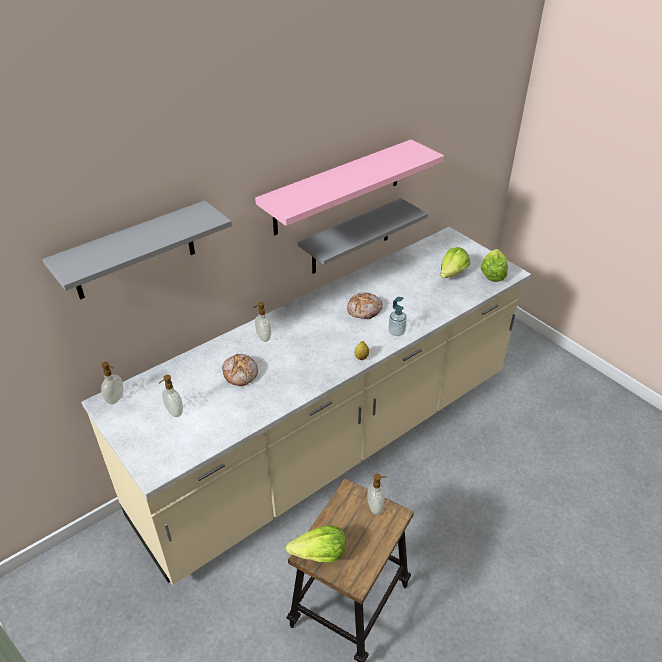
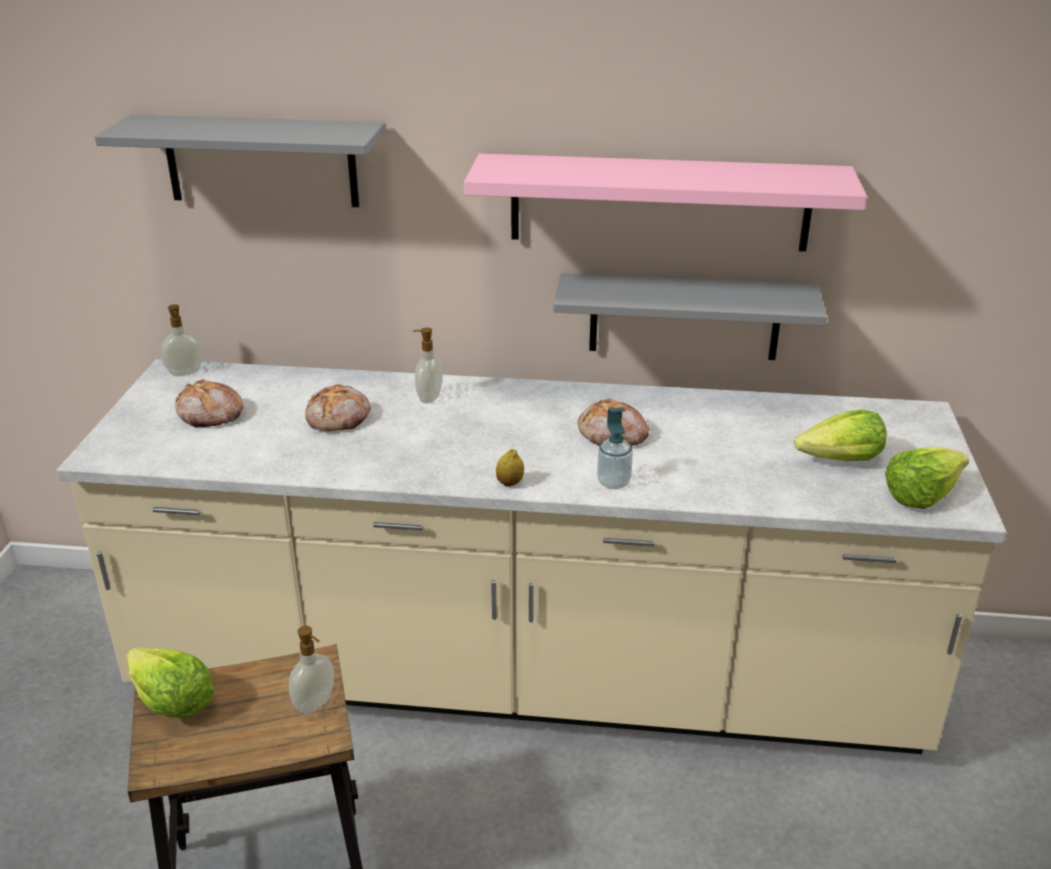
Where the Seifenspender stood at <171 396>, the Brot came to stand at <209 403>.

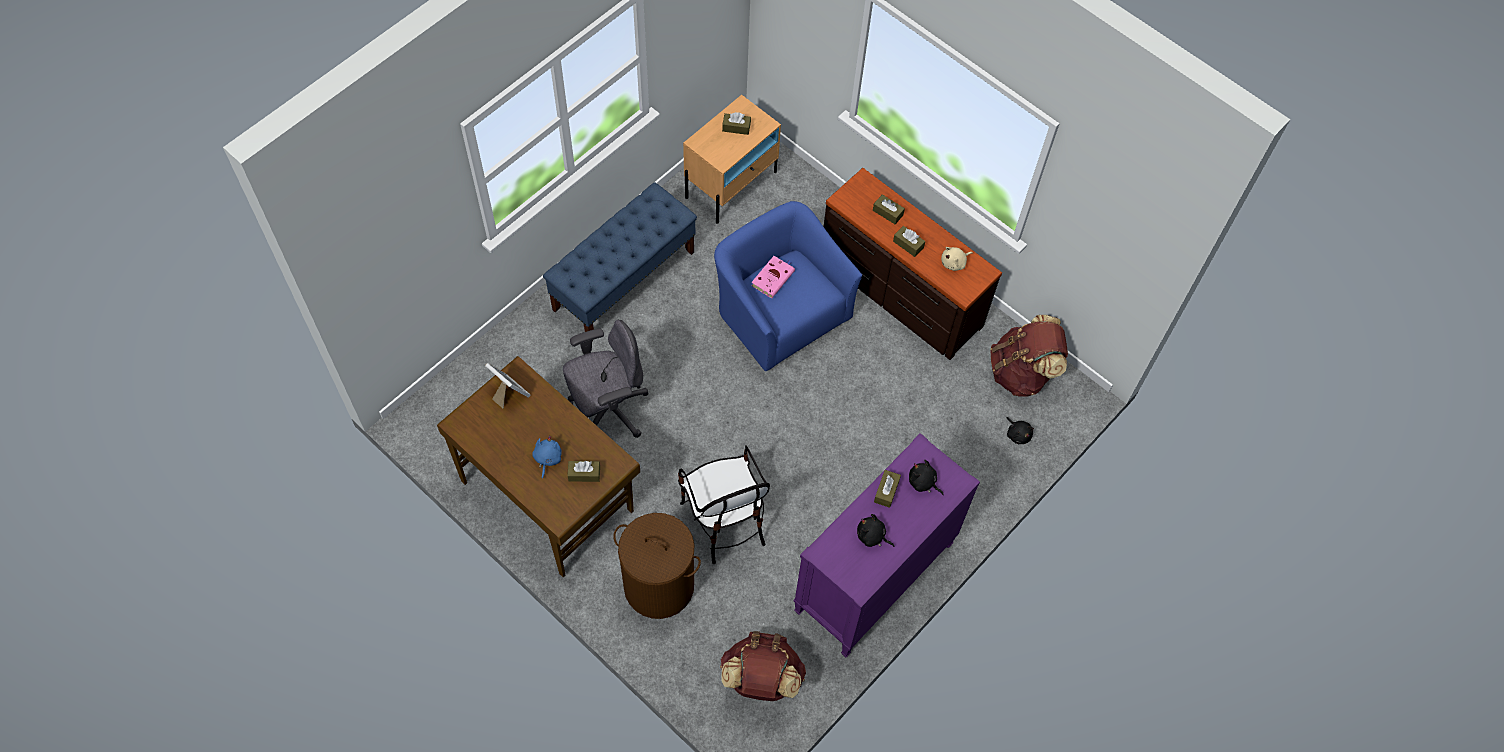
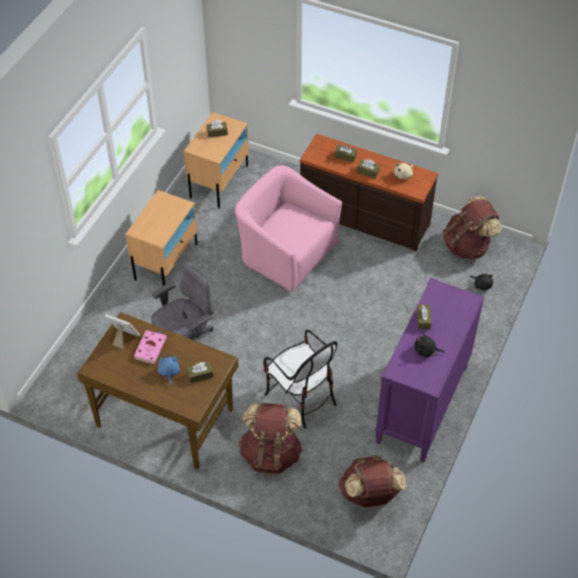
Where the Bank [blau] stood at <620 257>, the Nachttisch [beige] came to stand at <161 238>.
What was the Sessel [blau] at <788 286> turned into the Sessel [rosa] at <288 228>.
The Buch [rosa] ended up elsewhere, having gone from <773 277> to <150 347>.
The second view lost the Plüschtier [schwarz] at <926 477>.
Where the Wäschekorb [braun] stood at <657 566>, the Rucksack [braun] came to stand at <270 438>.

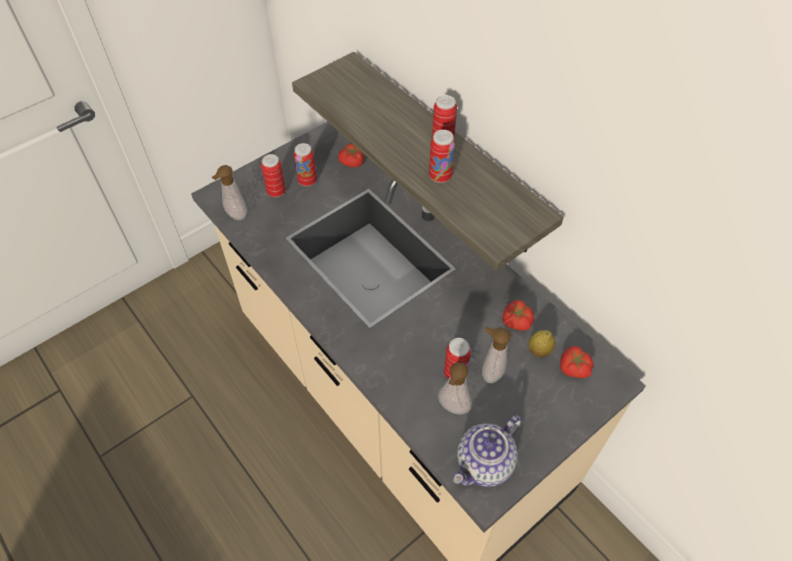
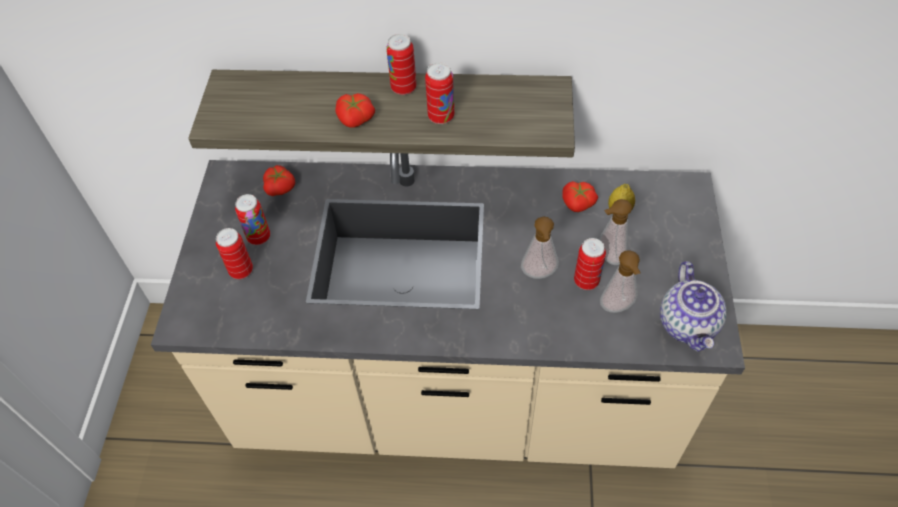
The Seifenspender ended up elsewhere, having gone from <229 192> to <540 248>.
The Tomate ended up elsewhere, having gone from <577 362> to <355 110>.

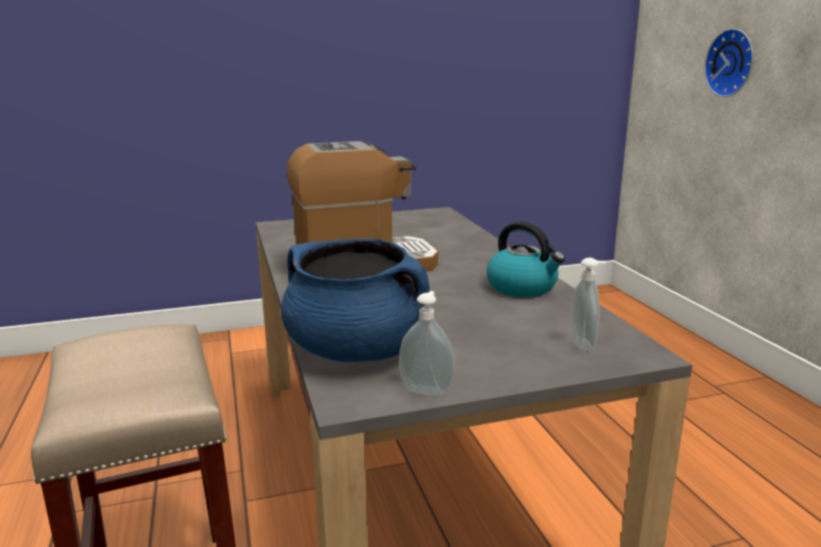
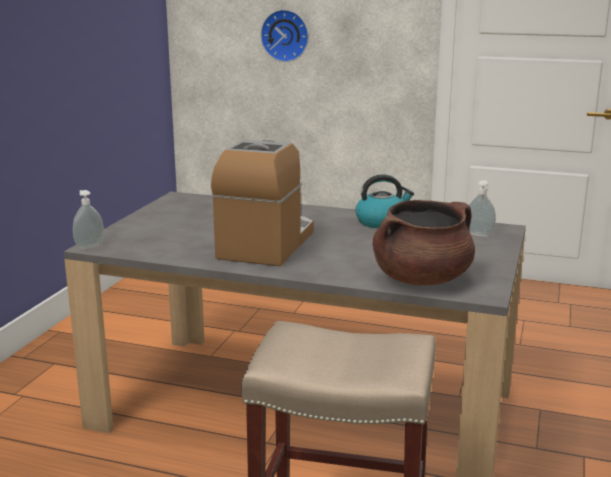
What was the Kochtopf [blau] at <355 300> turned into the Kochtopf [braun] at <424 243>.
The Seifenspender ended up elsewhere, having gone from <426 343> to <88 219>.

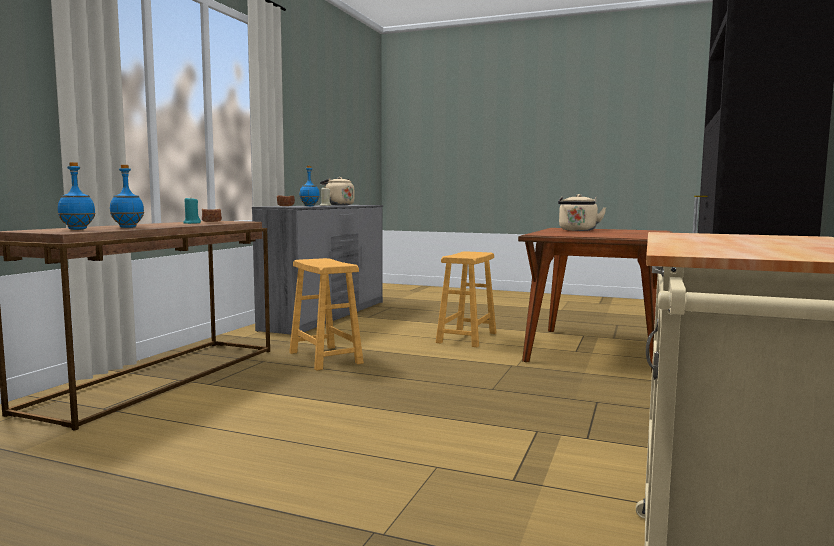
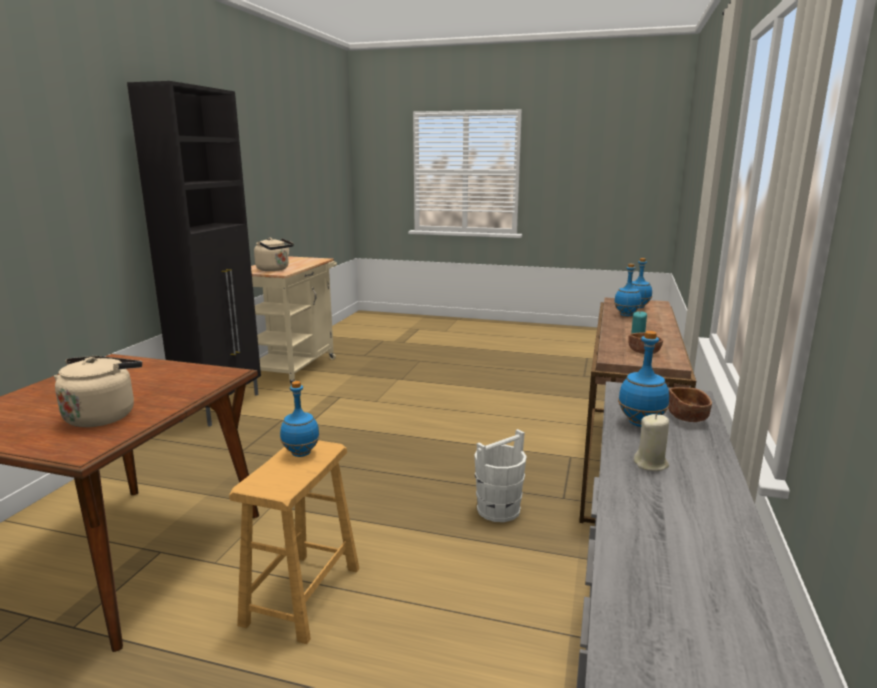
The Wasserkessel [beige] ended up elsewhere, having gone from <337 191> to <274 254>.
Where the Hocker [braun] stood at <326 314>, the Eimer [weiß] came to stand at <500 475>.
The second view gained the Flasche [blau] at <300 419>.

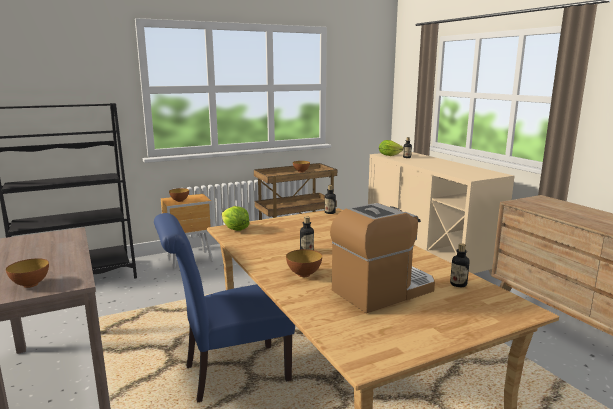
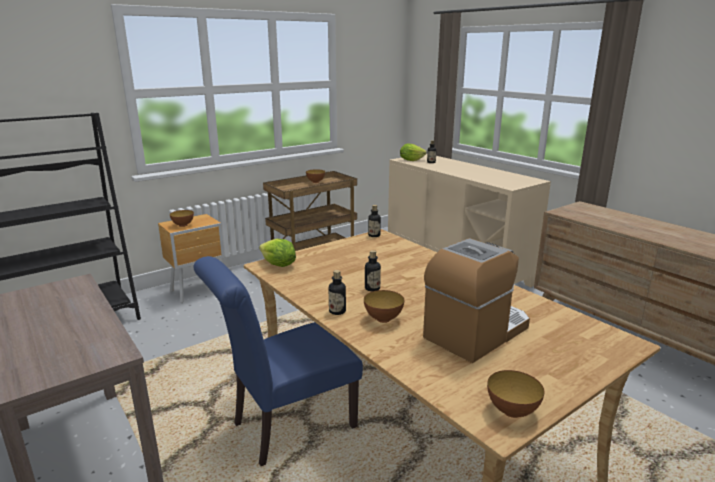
The Flasche ended up elsewhere, having gone from <460 265> to <337 292>.
The Schüssel ended up elsewhere, having gone from <27 273> to <516 394>.

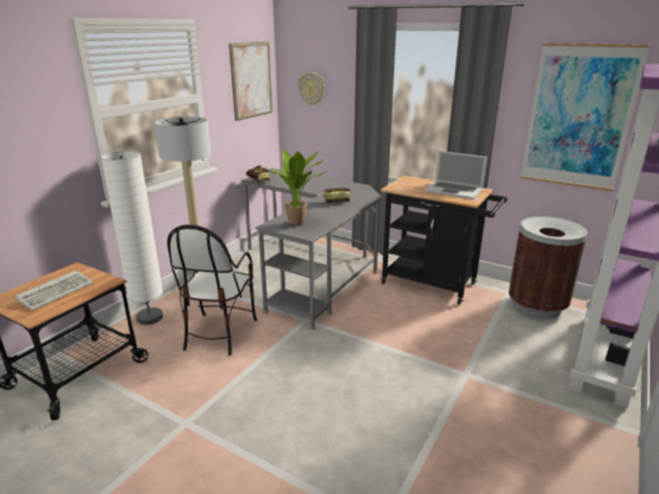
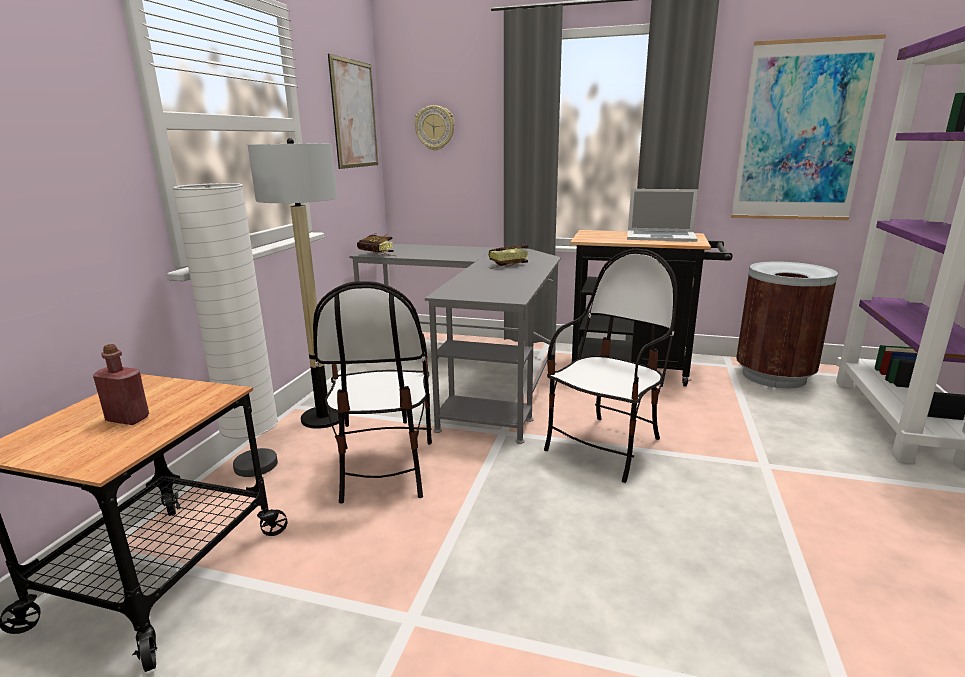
The second view lost the Topfpflanze at <296 187>.
Where the Tastatur stood at <54 290>, the Flasche [rot] came to stand at <121 384>.
The second view gained the Stuhl at <610 366>.

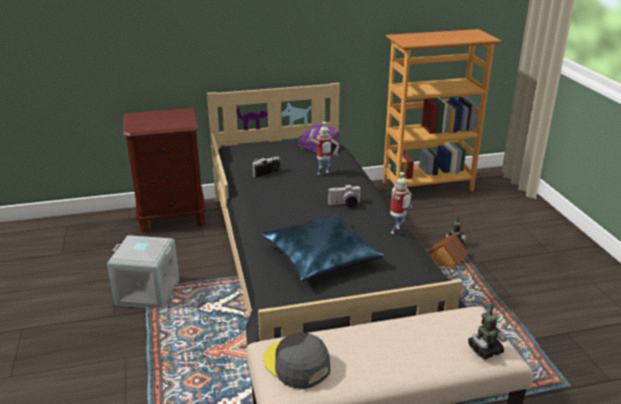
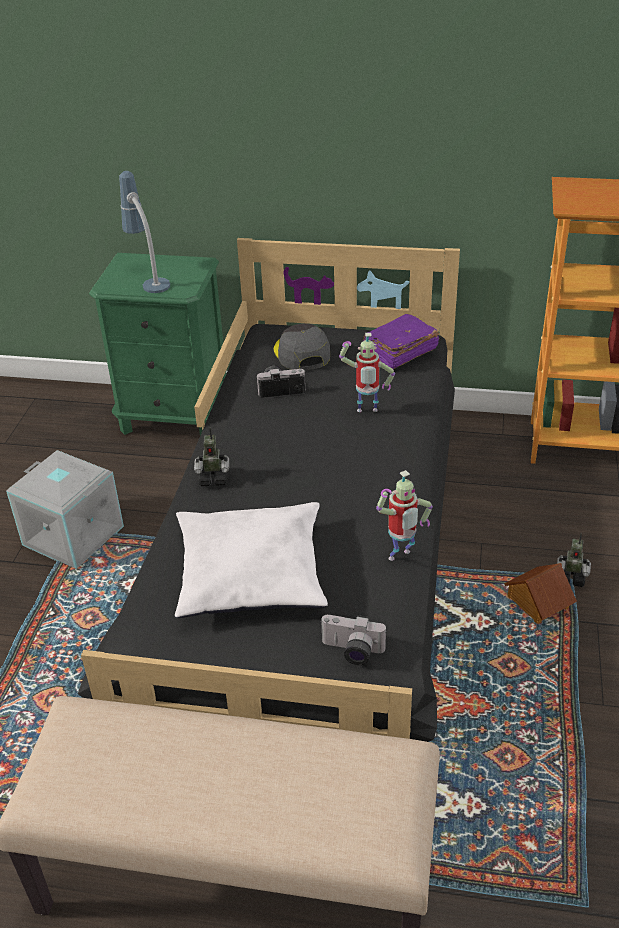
What was the Nachttisch [braun] at <164 170> turned into the Nachttisch [grün] at <157 344>.
The Kamera ended up elsewhere, having gone from <344 195> to <353 640>.
What was the Kissen [blau] at <322 246> turned into the Kissen [weiß] at <251 560>.
The Spielzeugroboter ended up elsewhere, having gone from <487 332> to <212 456>.
The Kappe [grau] ended up elsewhere, having gone from <296 360> to <302 347>.
The second view gained the Tischlampe at <144 232>.

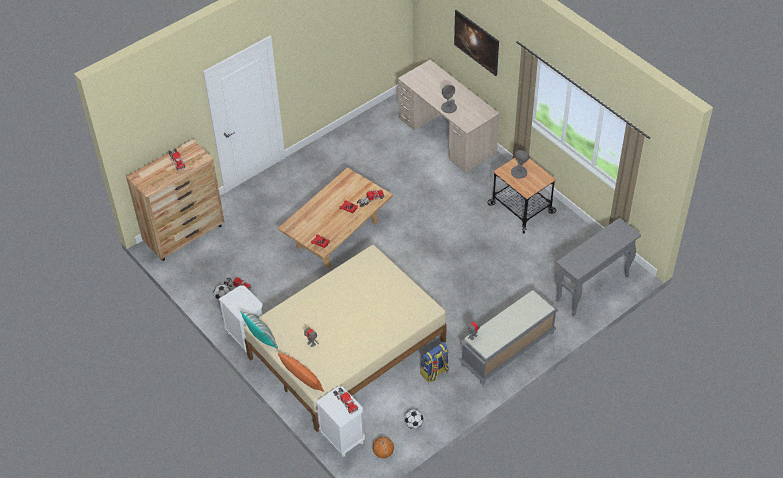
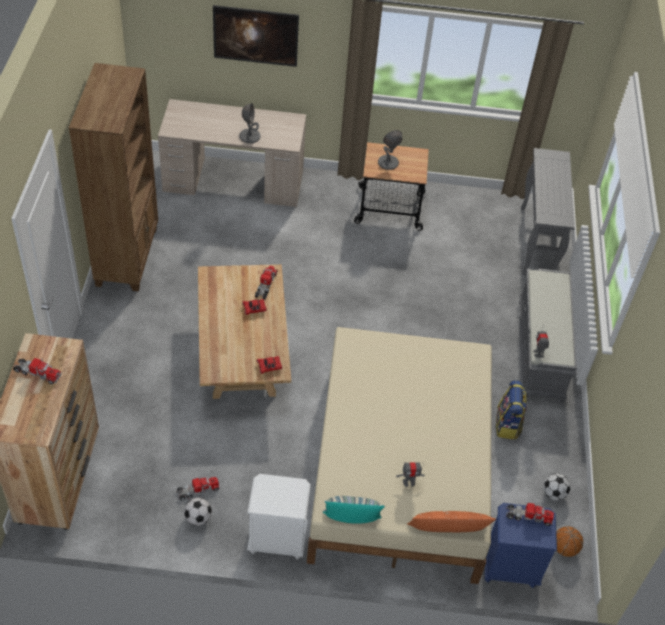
What was the Nachttisch [weiß] at <340 421> turned into the Nachttisch [blau] at <521 545>.
The second view gained the Bücherregal [braun] at <113 177>.

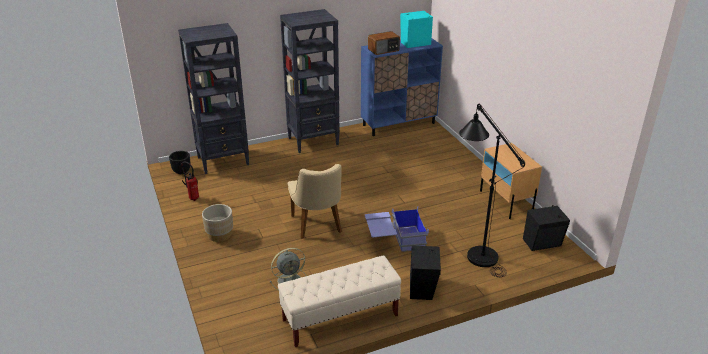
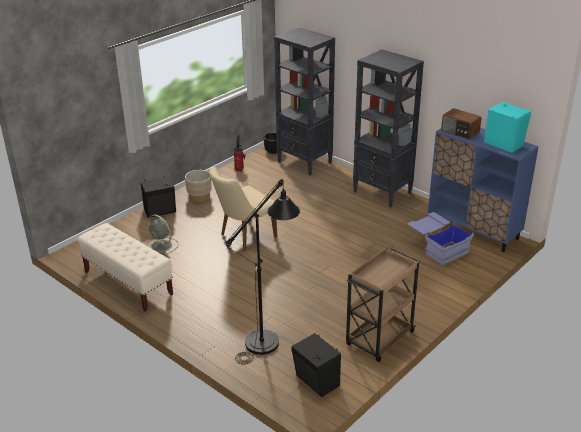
Where the Nachttisch [beige] stood at <511 181>, the Rollwagen [braun] came to stand at <383 304>.
The Aufbewahrungsbox [blau] ended up elsewhere, having gone from <397 229> to <441 239>.
The Lautsprecher [schwarz] ended up elsewhere, having gone from <425 272> to <158 197>.

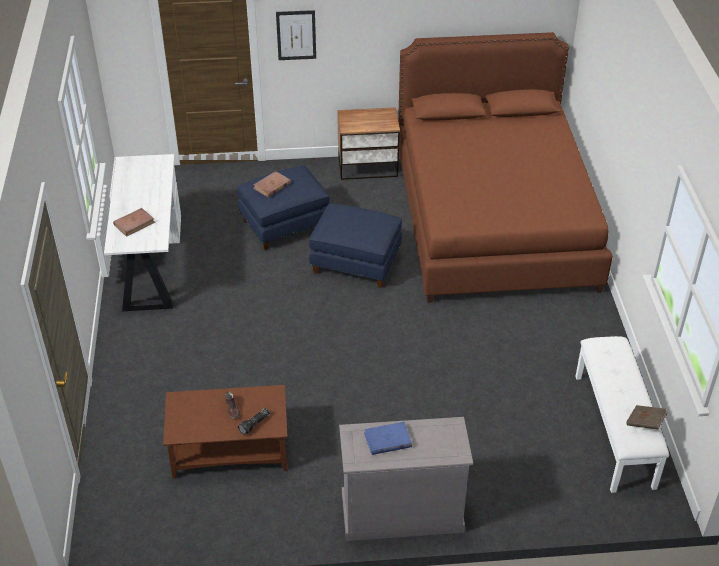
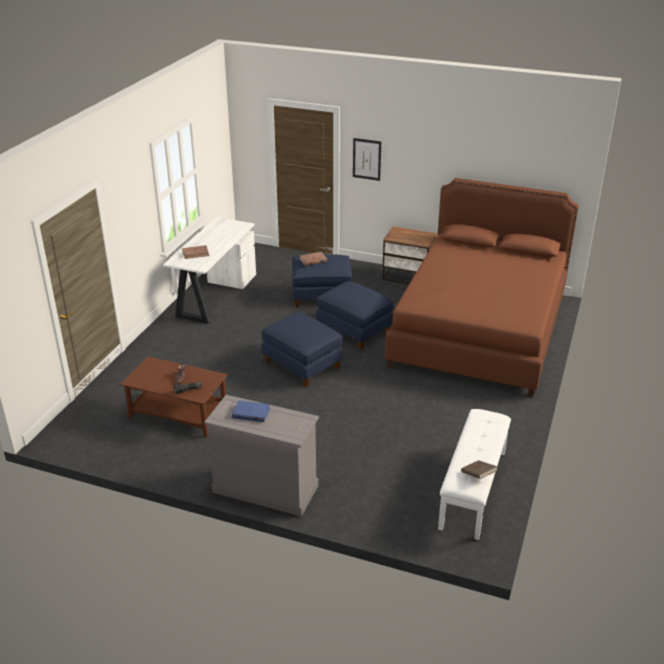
The second view gained the Polsterhocker [blau] at <302 349>.

